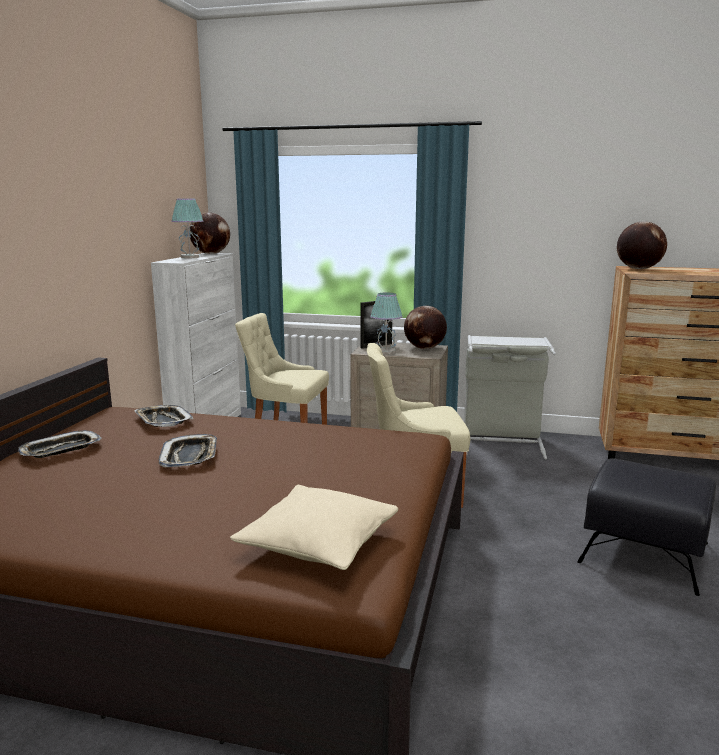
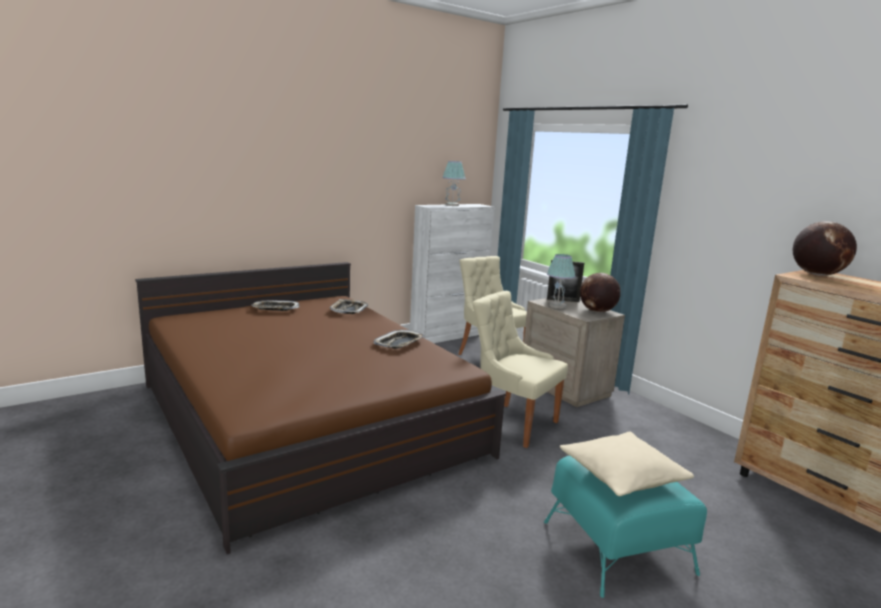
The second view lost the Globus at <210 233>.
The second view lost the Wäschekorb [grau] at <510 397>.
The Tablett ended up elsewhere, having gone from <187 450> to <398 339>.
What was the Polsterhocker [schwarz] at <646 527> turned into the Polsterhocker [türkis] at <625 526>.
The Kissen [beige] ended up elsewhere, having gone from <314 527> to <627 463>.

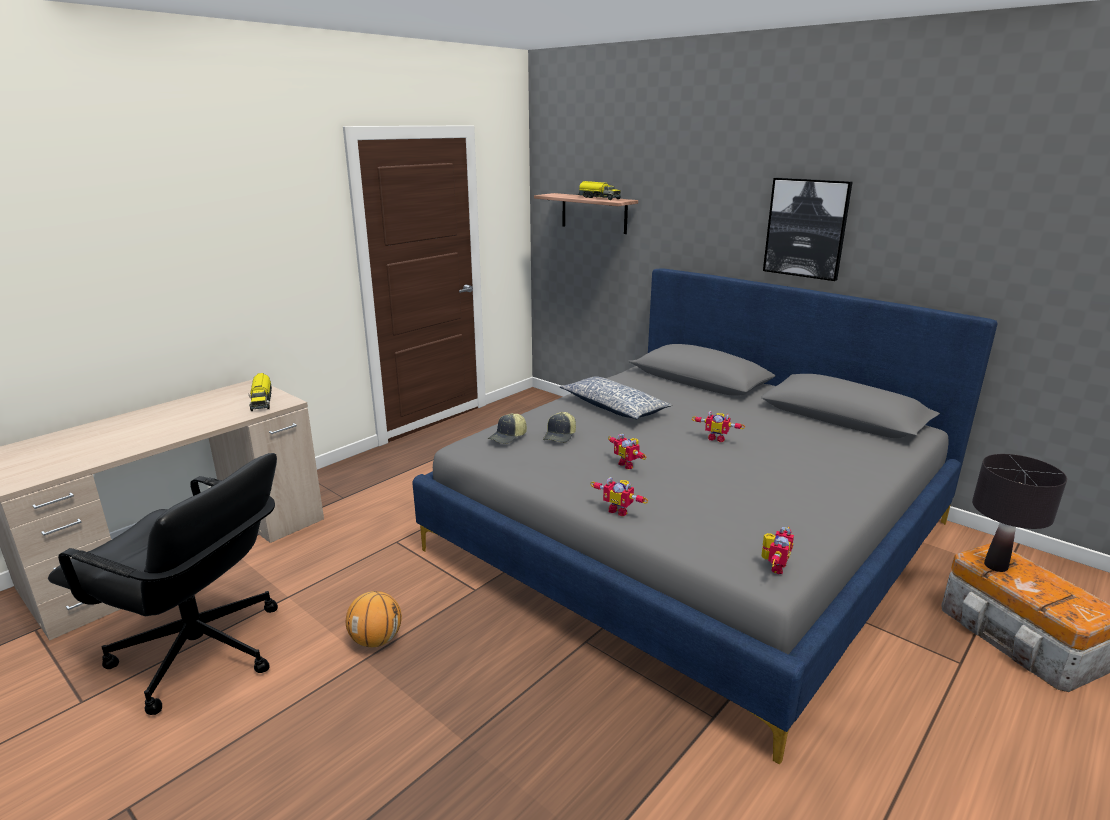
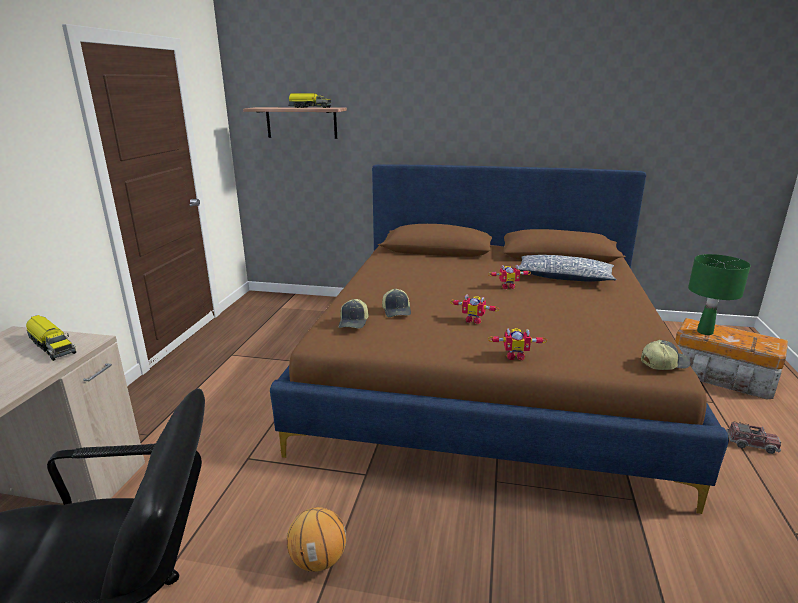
The second view lost the Bild at <807 229>.
What was the Bett [grau] at <705 516> turned into the Bett [braun] at <499 339>.
The Kissen ended up elsewhere, having gone from <616 398> to <565 268>.
What was the Tischlampe [schwarz] at <1019 513> turned into the Tischlampe [grün] at <719 294>.
Where the Spielzeugroboter stood at <777 550>, the Kappe came to stand at <666 355>.
The second view gained the Spielzeuglaster at <754 437>.

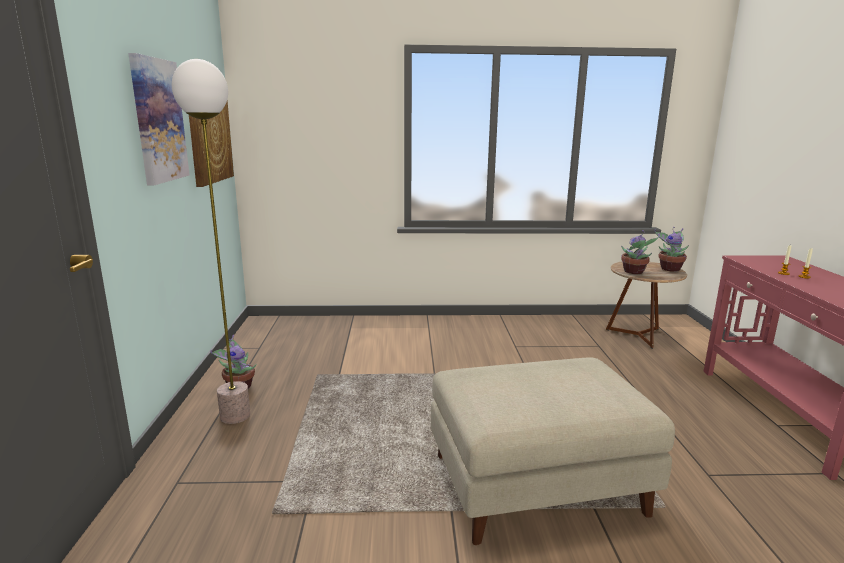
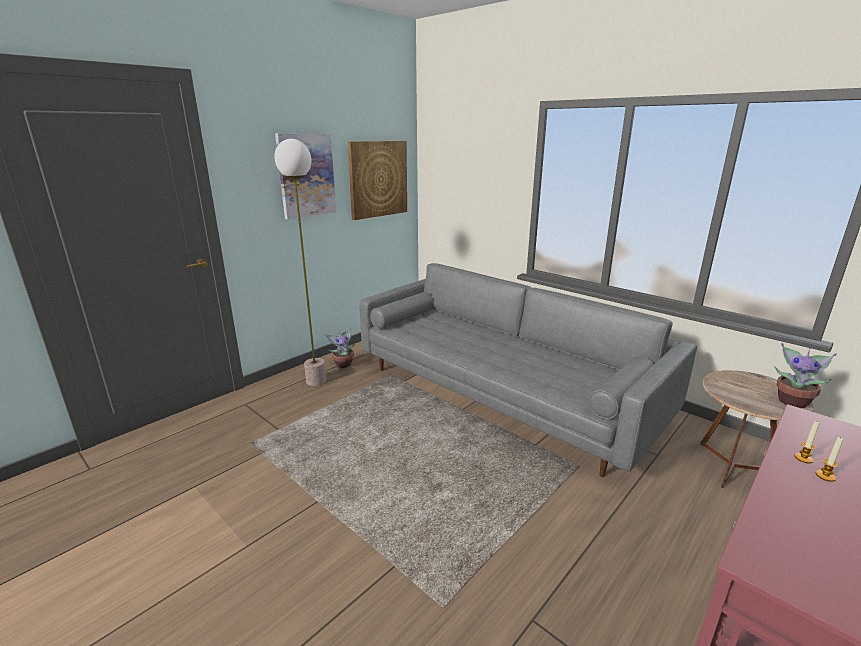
The second view lost the Topfpflanze at <640 252>.
The second view lost the Polsterhocker [beige] at <553 451>.
The second view gained the Sofa [grau] at <528 370>.

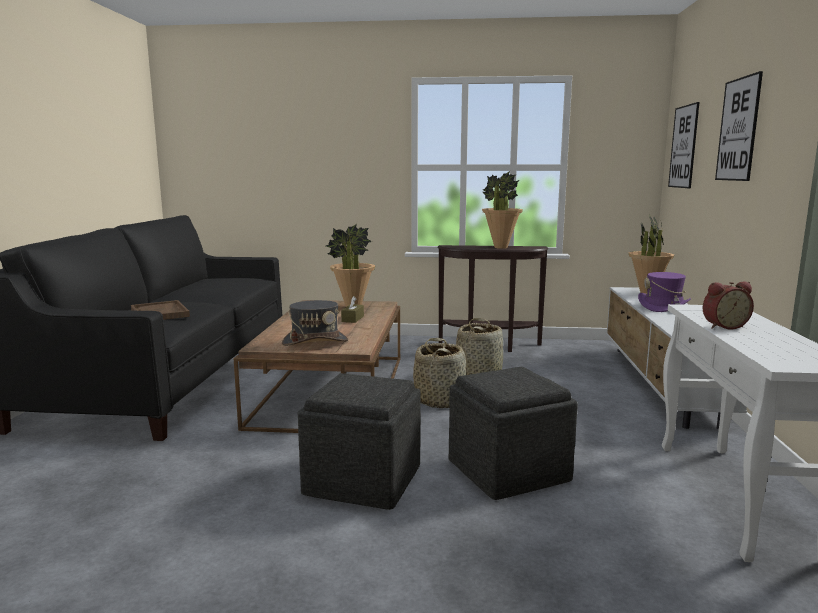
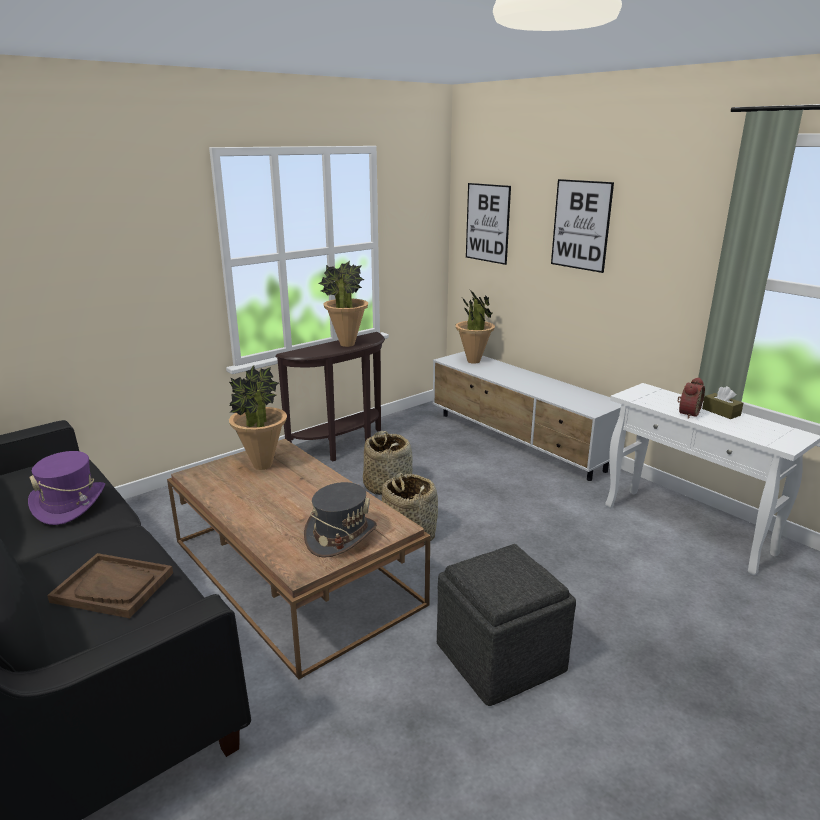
The Hut [lila] ended up elsewhere, having gone from <664 292> to <66 488>.
The Taschentuchbox [braun] ended up elsewhere, having gone from <352 309> to <722 402>.
The second view lost the Polsterhocker [grau] at <513 433>.

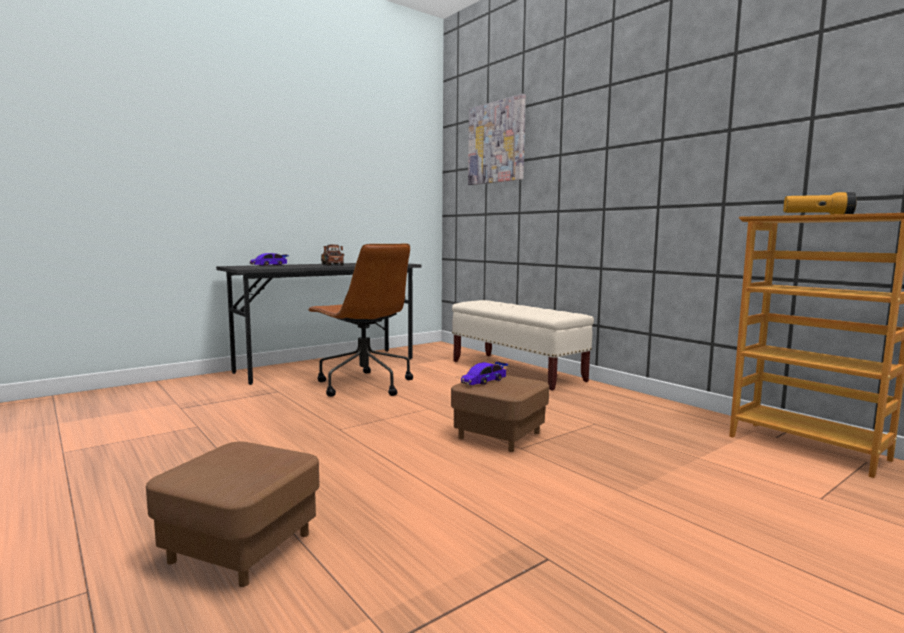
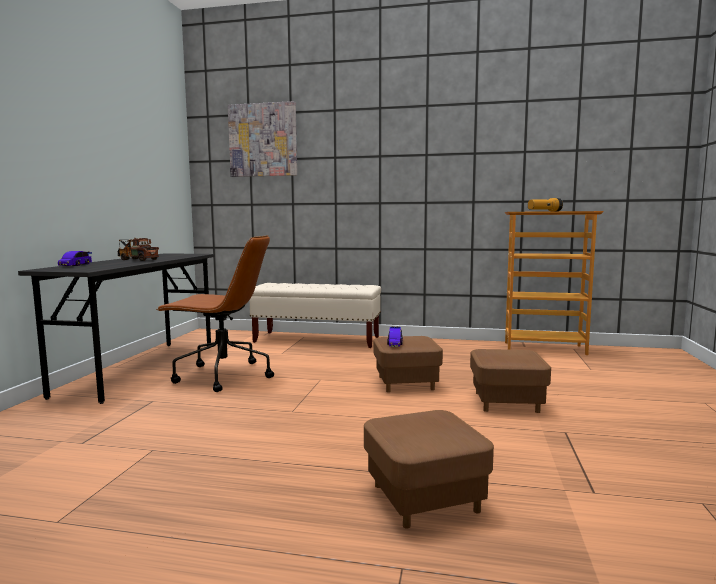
The second view gained the Polsterhocker [braun] at <510 381>.

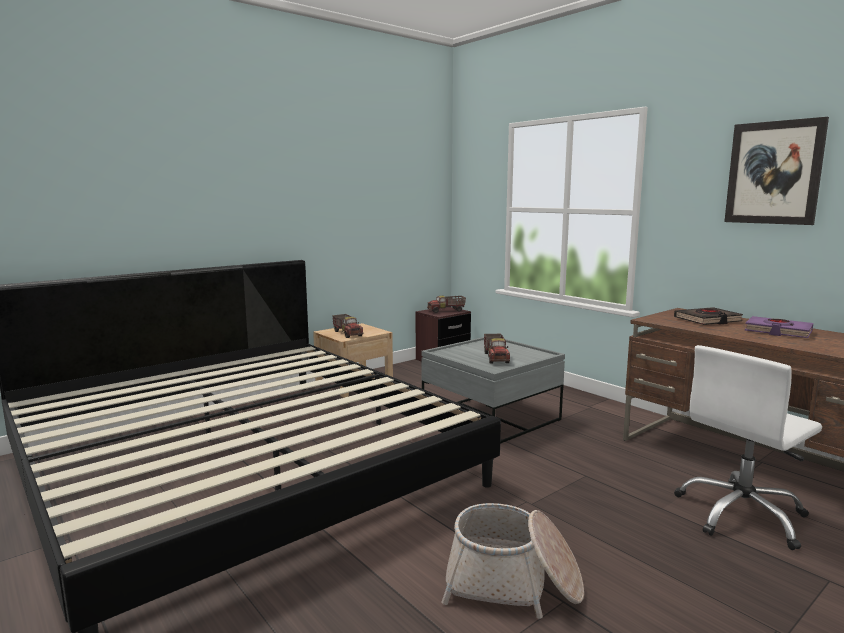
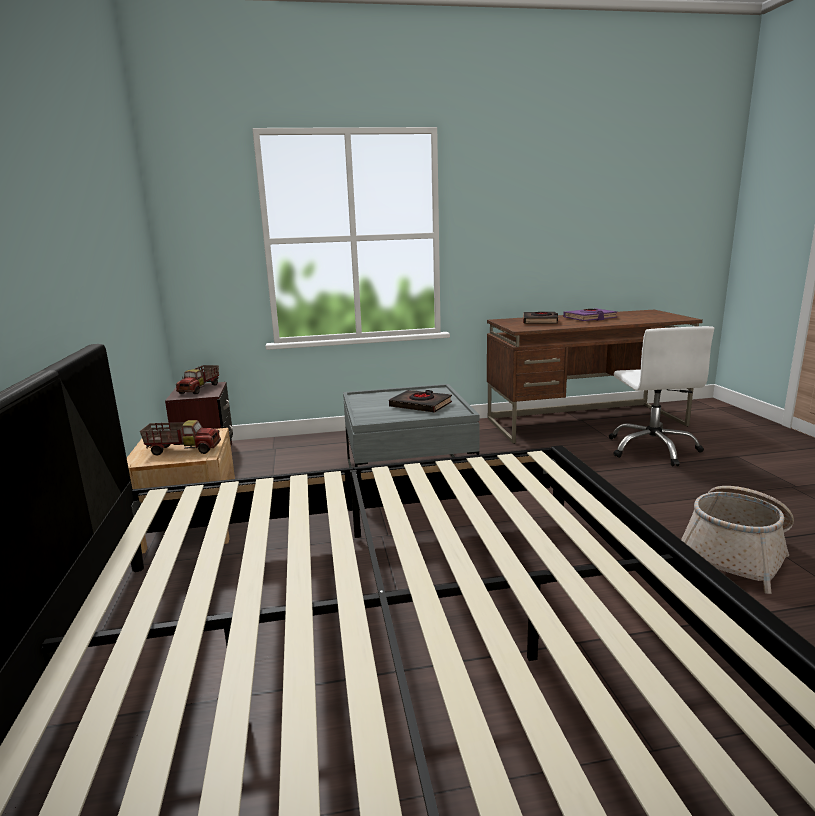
The second view lost the Bild at <776 171>.
Where the Spielzeuglaster stood at <497 349>, the Buch [schwarz] came to stand at <420 401>.

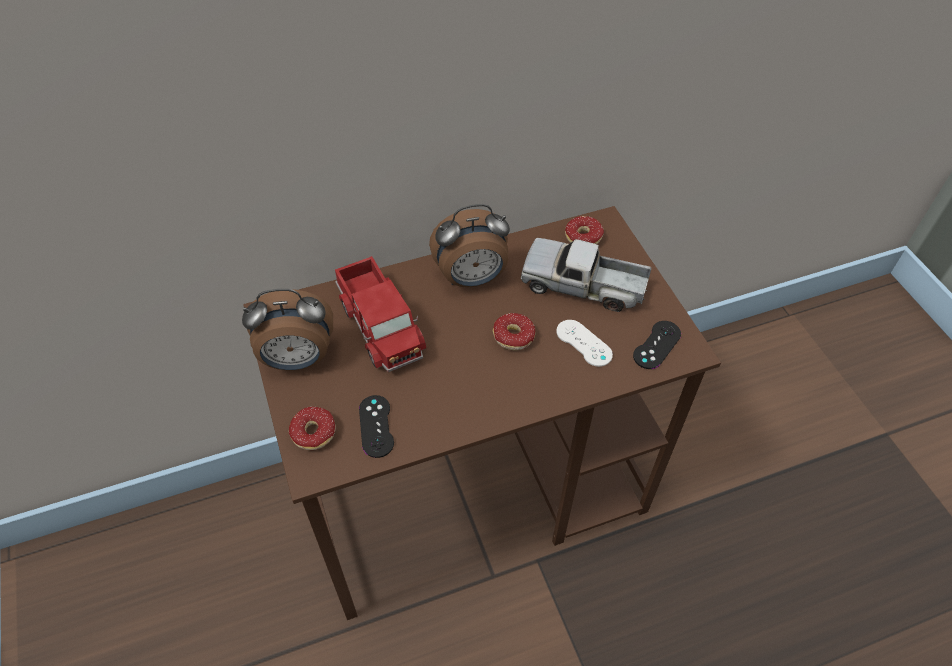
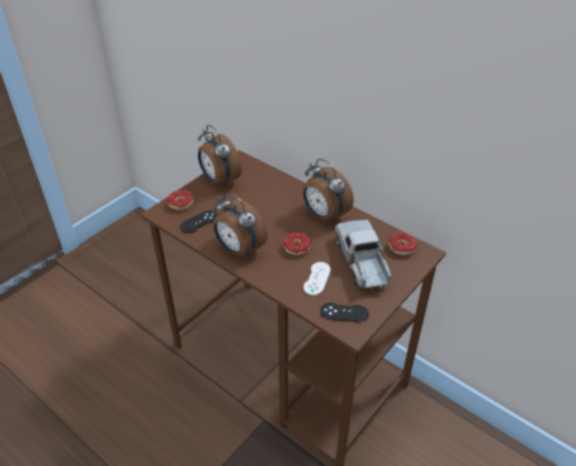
The second view lost the Spielzeuglaster at <380 314>.
The second view gained the Wecker at <240 225>.

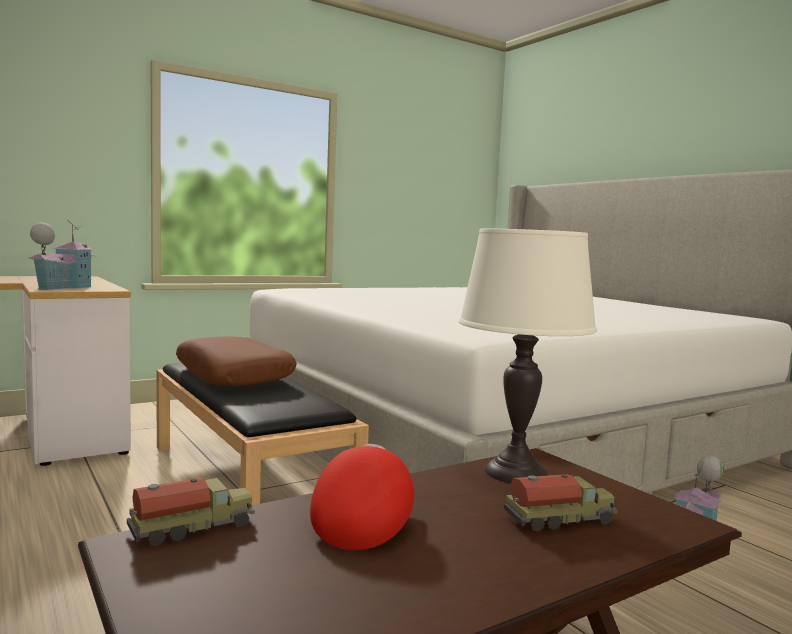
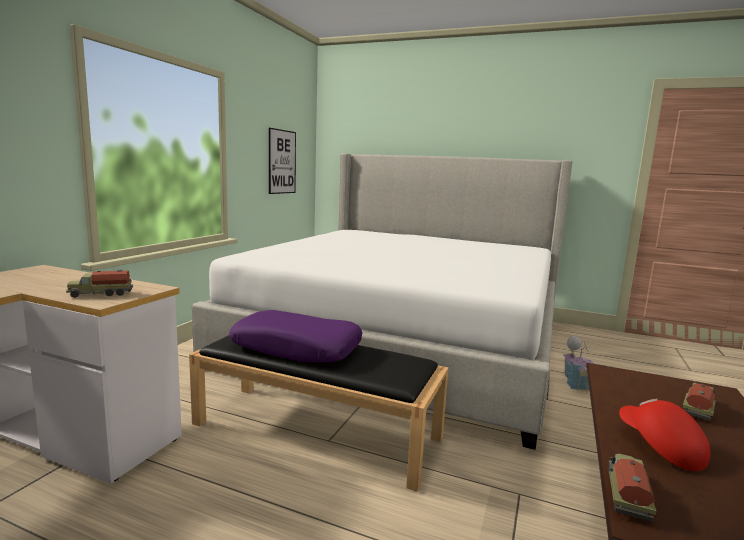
Where the Spielzeughaus stood at <62 255>, the Spielzeuglaster came to stand at <99 284>.
The second view lost the Tischlampe [weiß] at <528 355>.
What was the Kissen [braun] at <236 361> turned into the Kissen [lila] at <295 336>.
The second view gained the Bild at <282 161>.

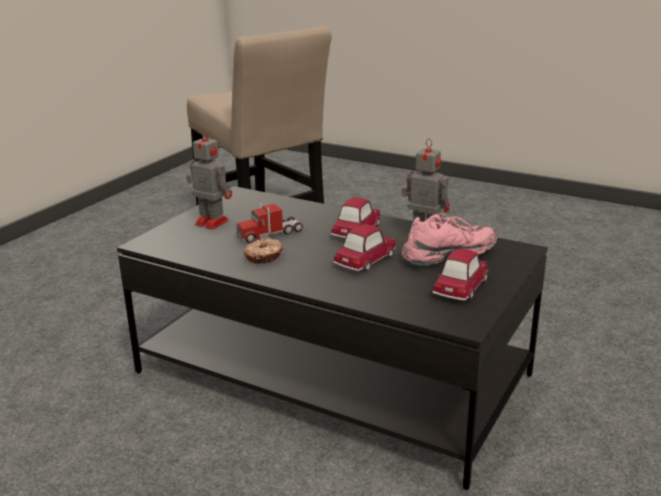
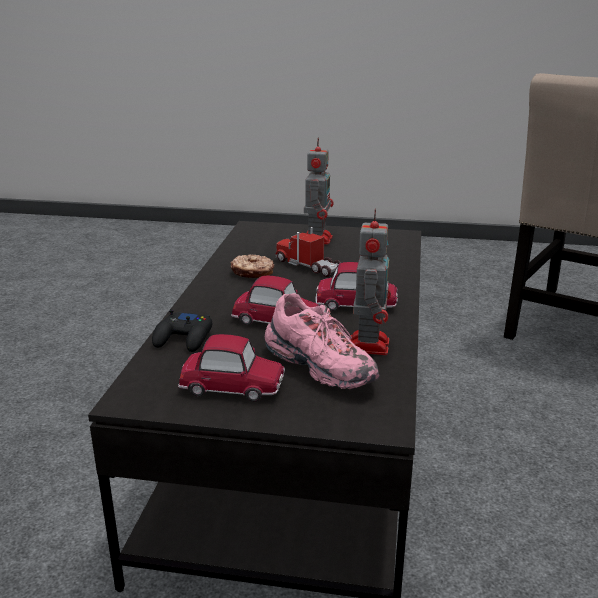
The second view gained the Gamepad [schwarz] at <182 330>.

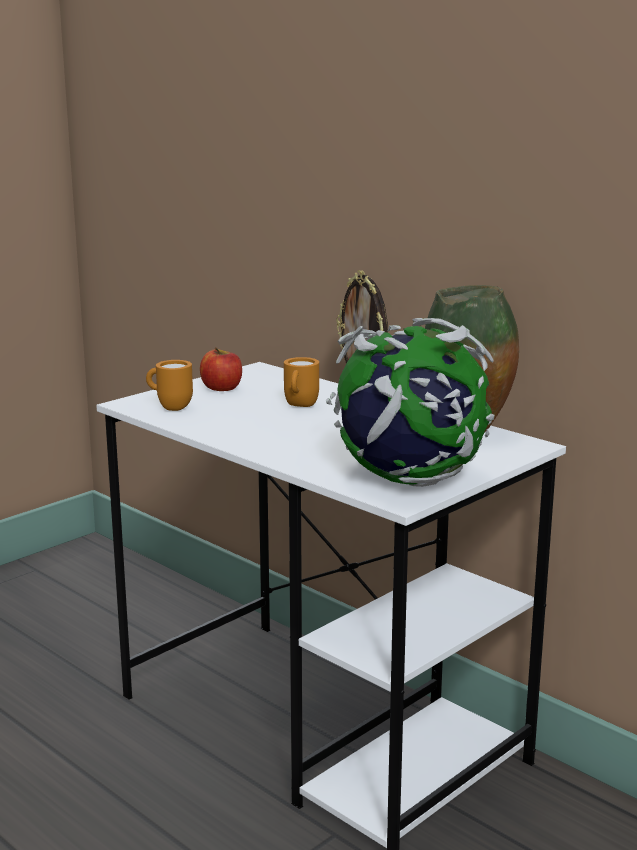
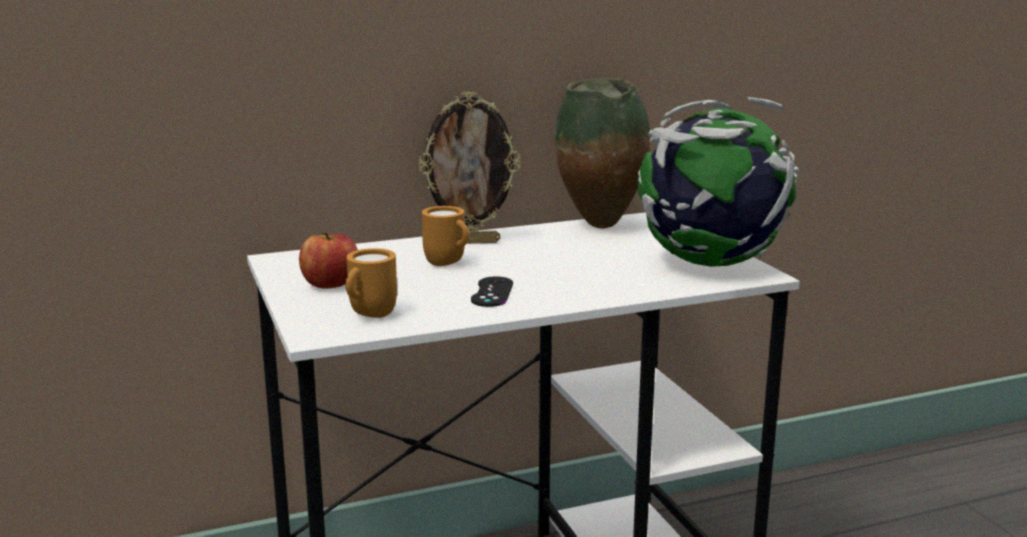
The second view gained the Gamepad [schwarz] at <492 292>.

